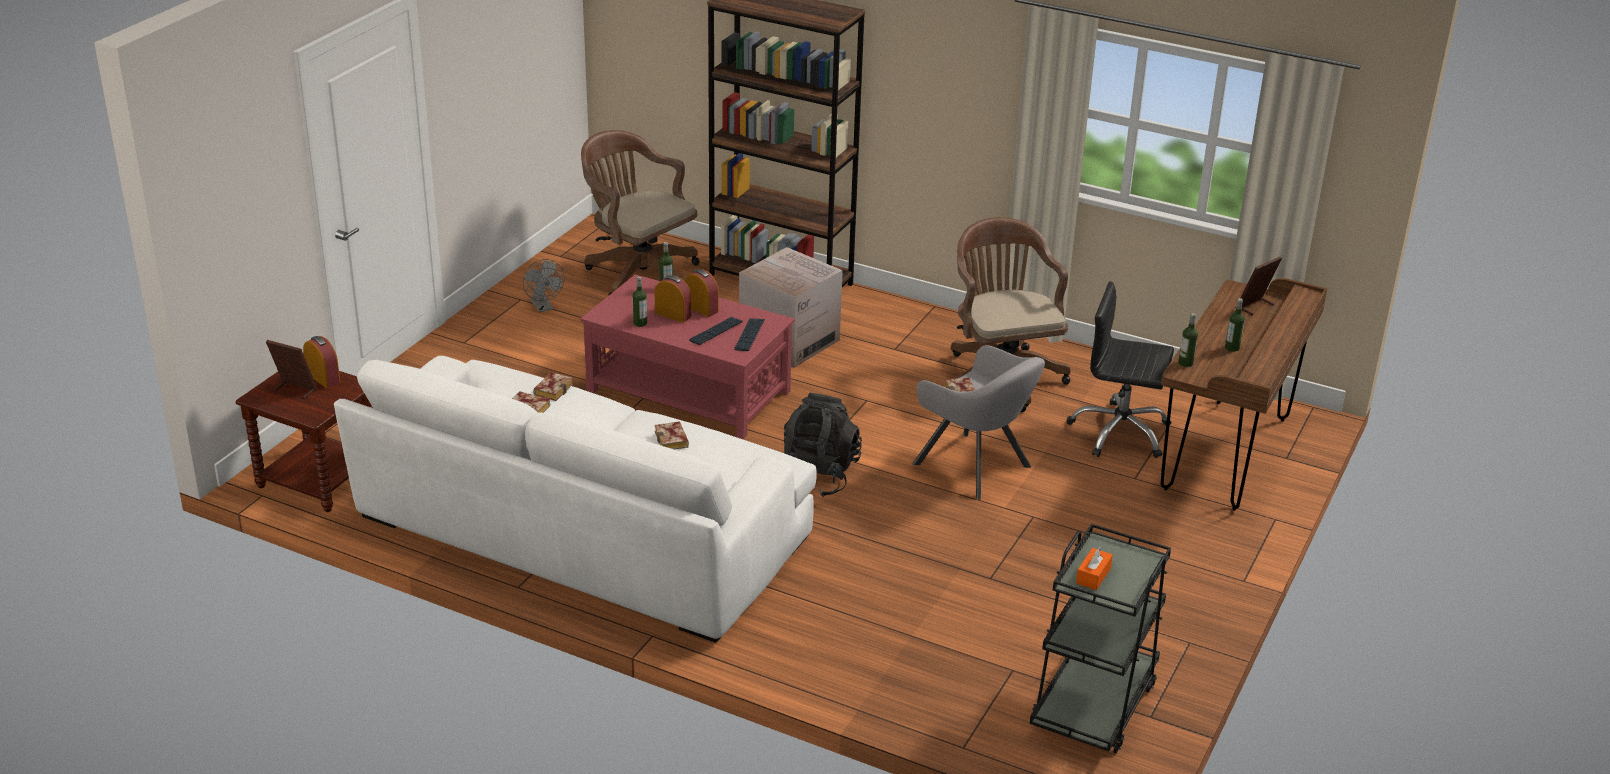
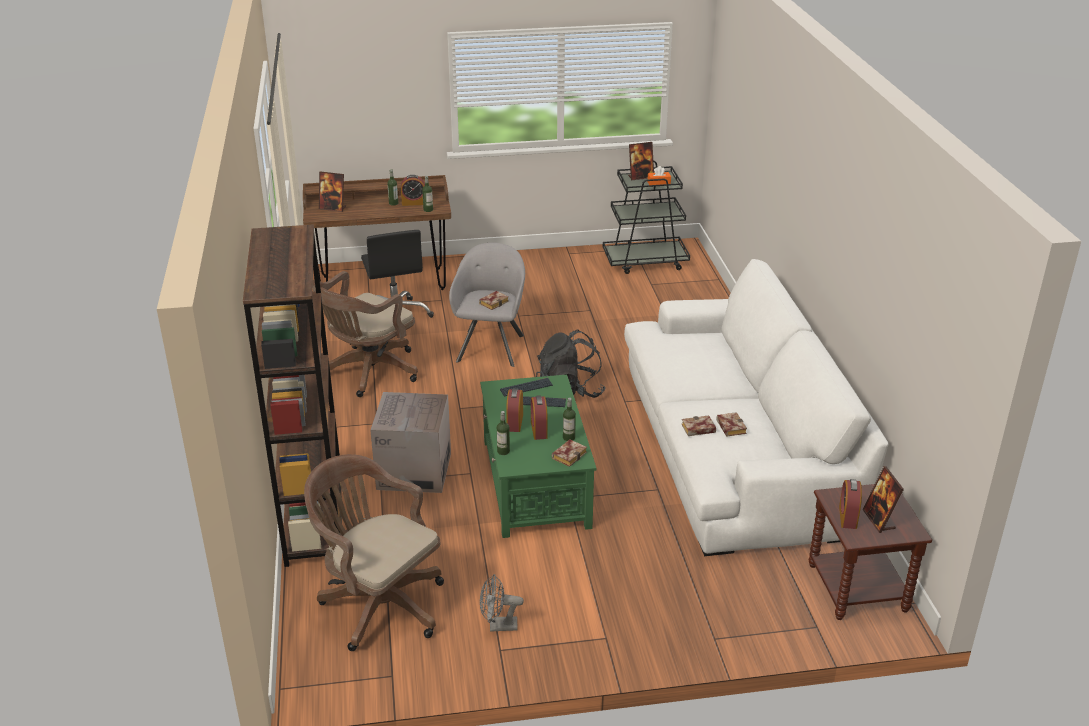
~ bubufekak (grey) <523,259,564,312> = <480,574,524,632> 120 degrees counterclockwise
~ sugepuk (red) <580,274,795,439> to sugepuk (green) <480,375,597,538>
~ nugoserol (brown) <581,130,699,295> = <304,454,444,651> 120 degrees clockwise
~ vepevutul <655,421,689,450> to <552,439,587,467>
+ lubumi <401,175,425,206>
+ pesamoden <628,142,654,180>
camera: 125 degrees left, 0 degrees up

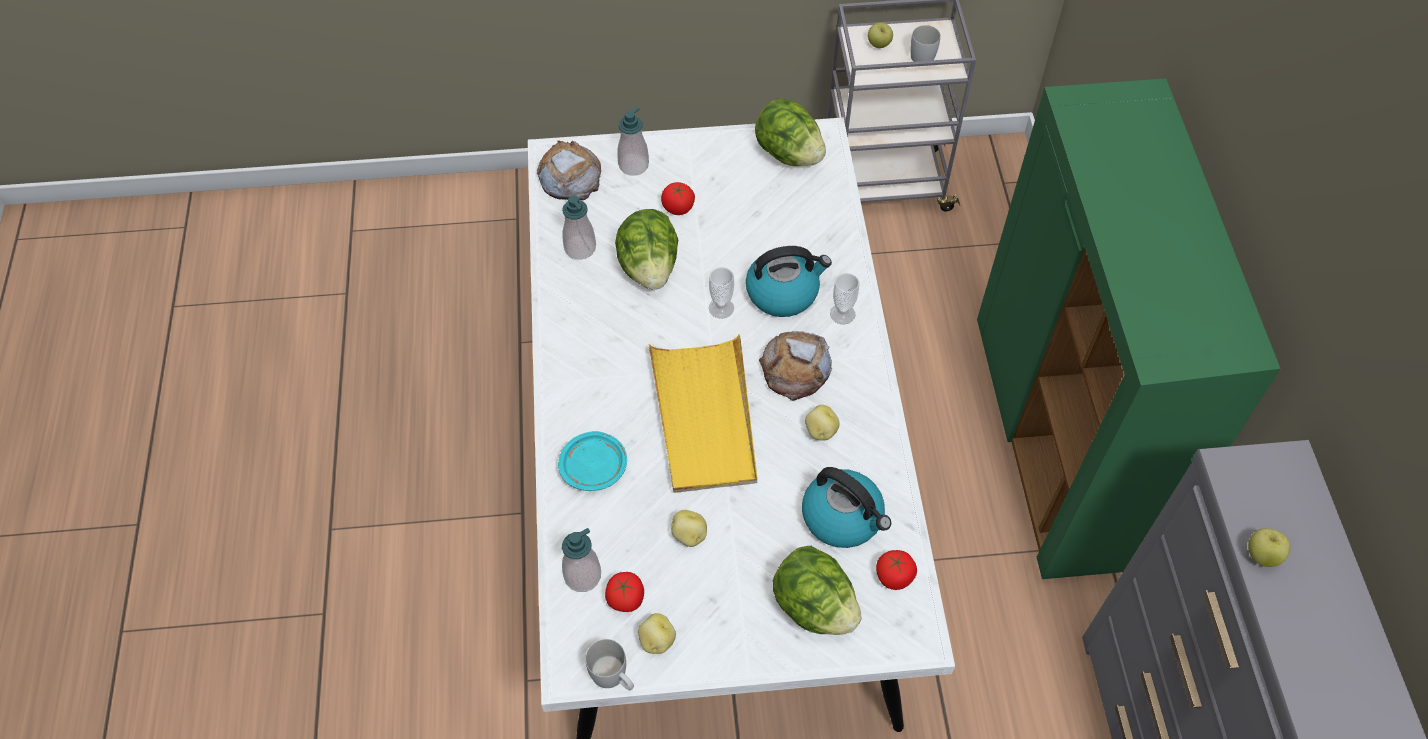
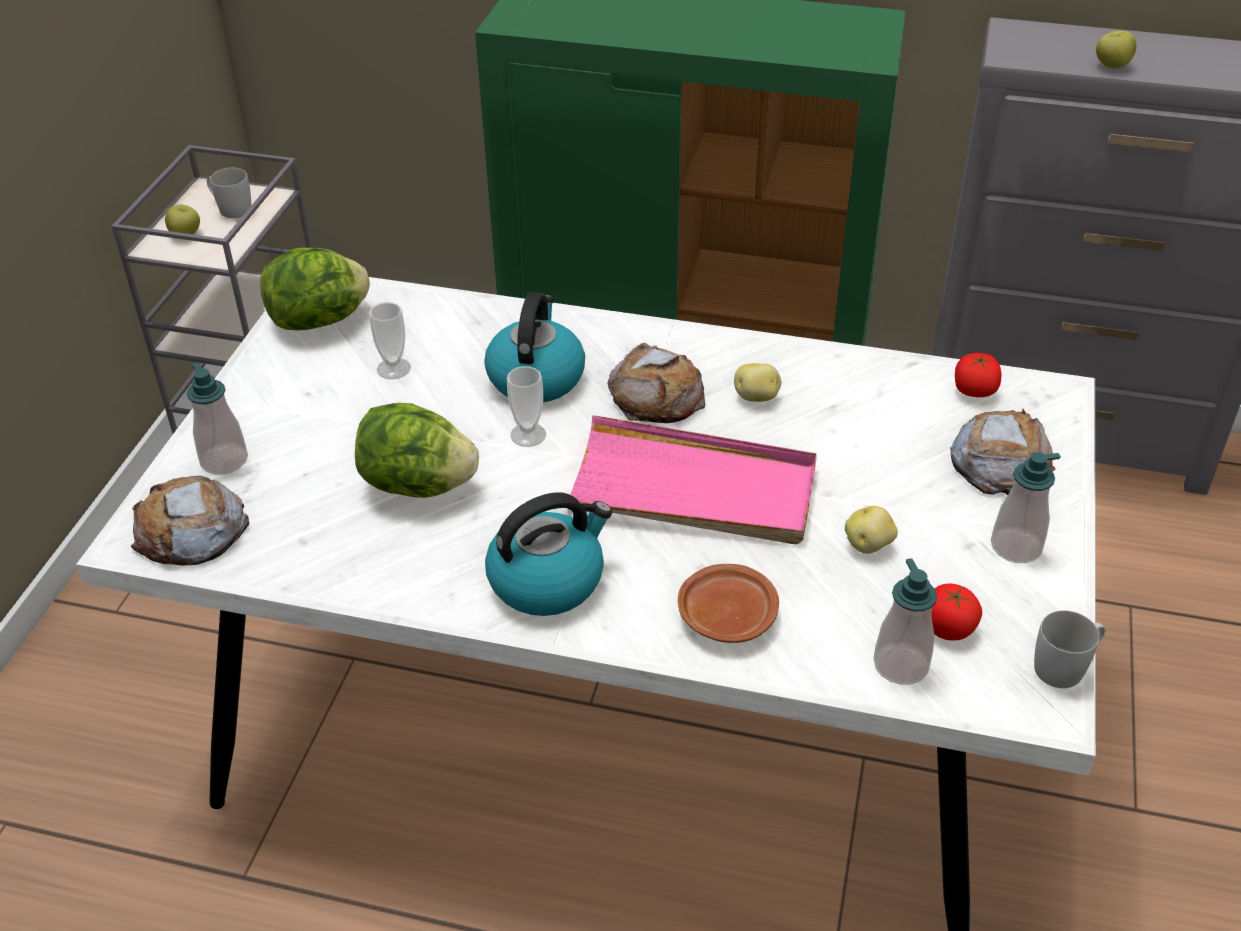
~ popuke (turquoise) <558,431,627,491> to popuke (brown) <678,564,779,643>
~ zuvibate <562,195,596,260> to <991,452,1061,563>
- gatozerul <638,613,676,654>
~ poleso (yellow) <648,334,757,493> to poleso (pink) <570,415,817,544>
- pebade <661,182,695,215>
~ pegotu <773,546,862,635> to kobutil <950,409,1055,495>
~ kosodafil <802,467,891,548> to <485,492,612,616>
~ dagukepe <830,273,859,325> to <369,302,411,379>
camera: 70 degrees left, 15 degrees down

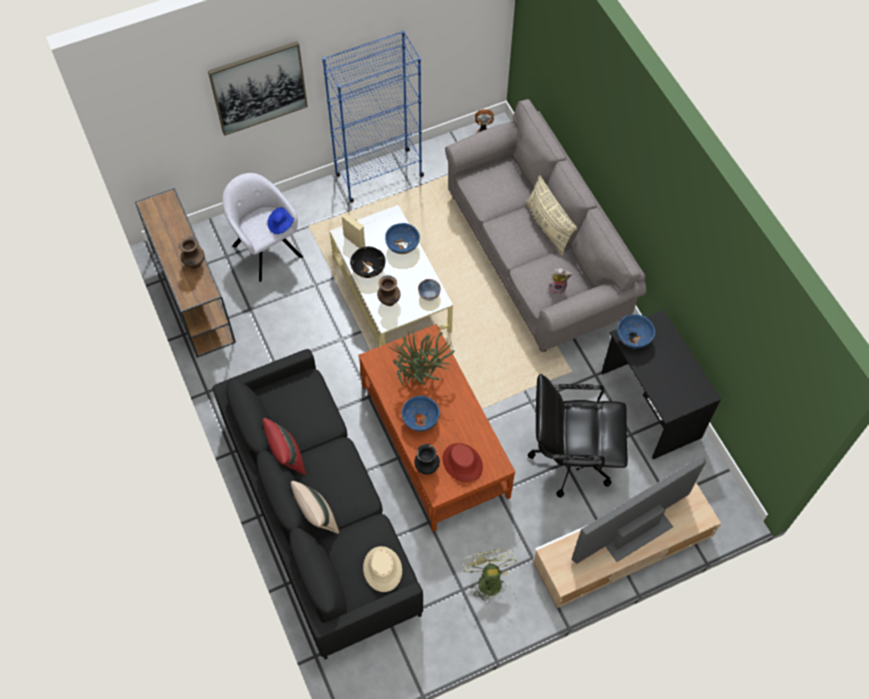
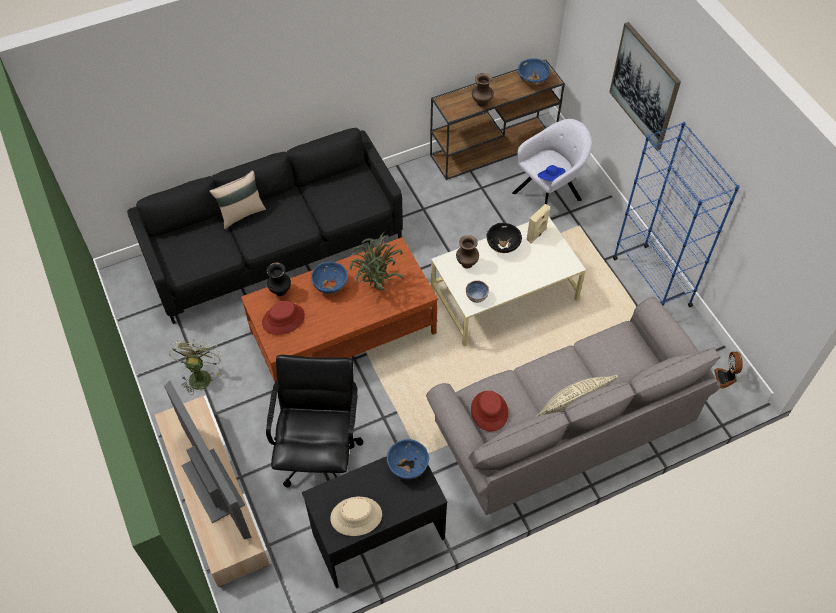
- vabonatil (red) <263,418,306,475>
~ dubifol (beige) <363,546,402,592> to <330,497,382,536>
~ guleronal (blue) <385,223,420,254> to <518,58,550,85>
~ bubufekak (green) <463,549,516,604> = <169,339,221,395> 75 degrees counterclockwise
~ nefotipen <548,268,572,295> to dubifol (red) <471,391,508,432>
camera: 90 degrees right, 5 degrees down

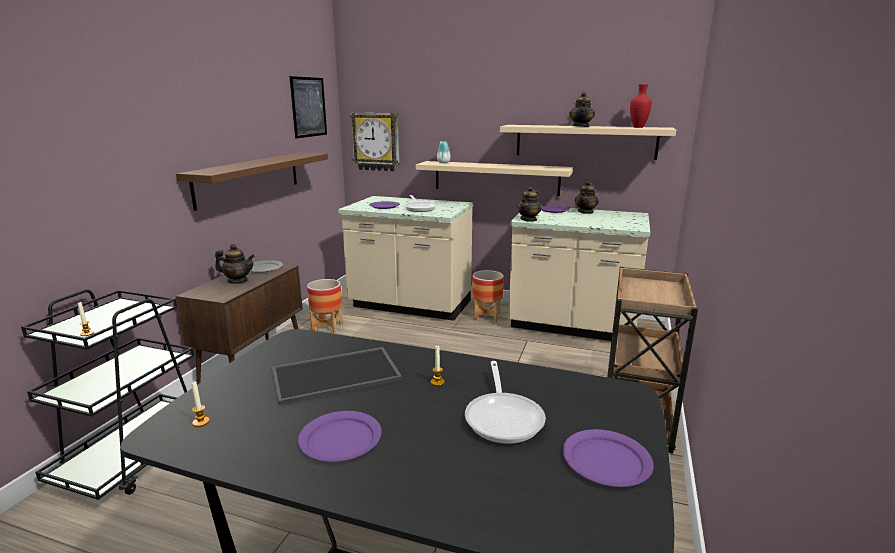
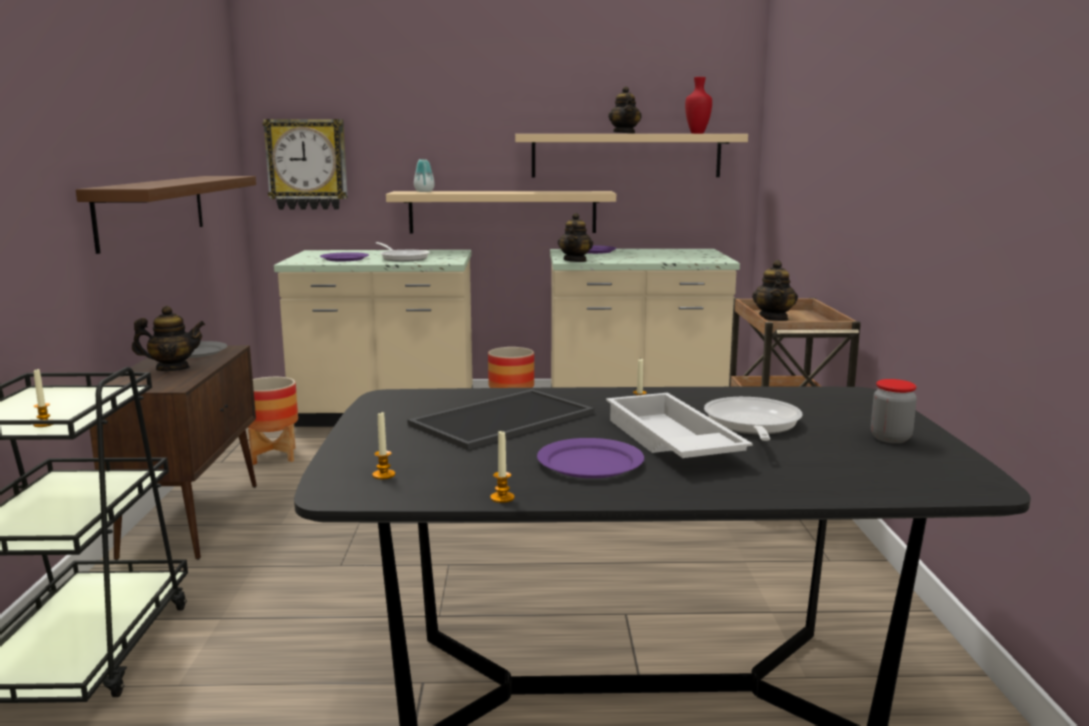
- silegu <289,76,327,138>
~ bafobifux <465,361,546,444> = <704,397,803,441> 150 degrees counterclockwise
~ popuke (purple) <563,429,654,487> to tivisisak <871,379,917,443>
~ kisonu <575,181,599,214> to <752,260,798,321>
+ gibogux <490,431,515,503>
+ poleso (white) <606,393,753,458>
camera: 20 degrees left, 5 degrees down

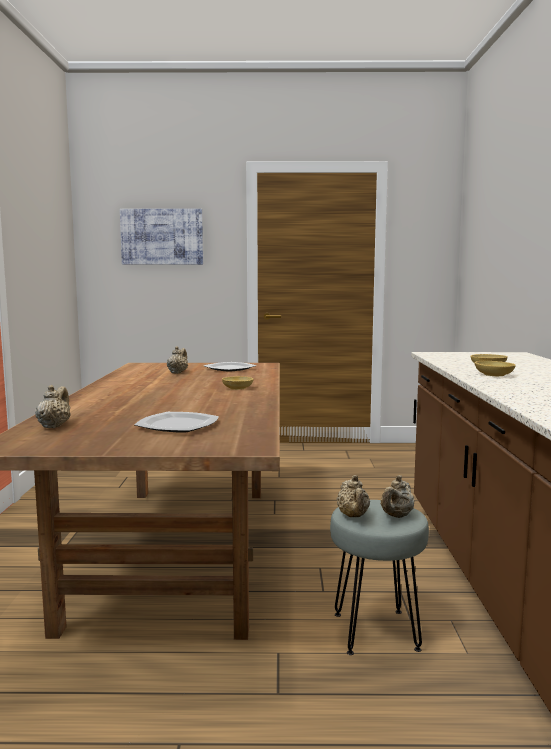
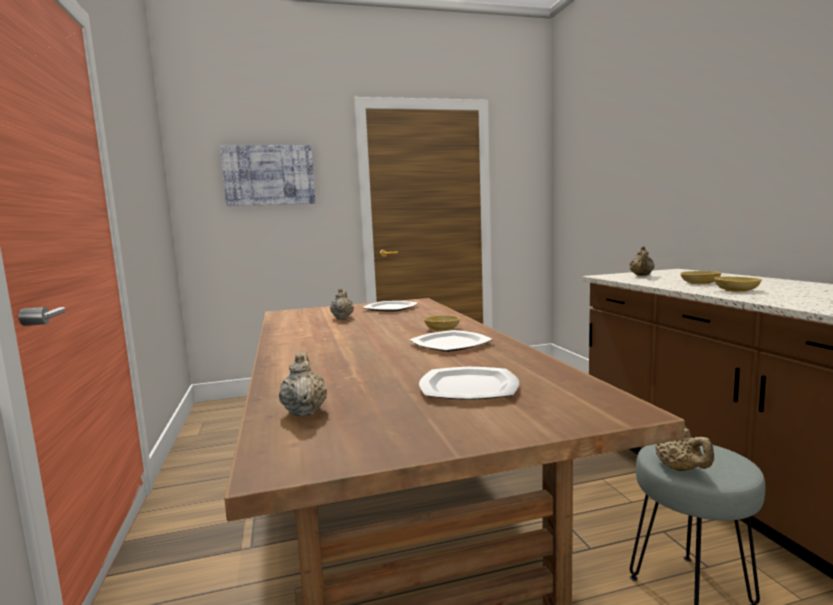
~ kisonu (beige) <380,475,414,518> to <629,246,655,276>
+ popuke <410,330,493,352>
camera: 15 degrees left, 0 degrees up

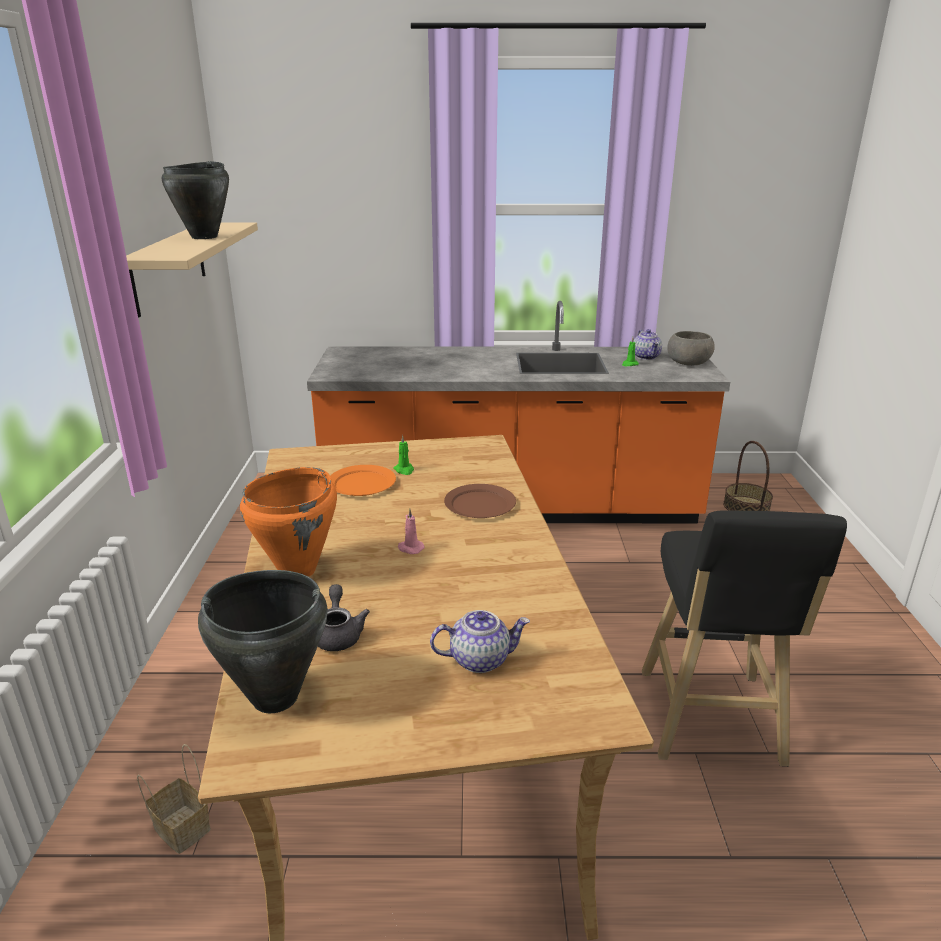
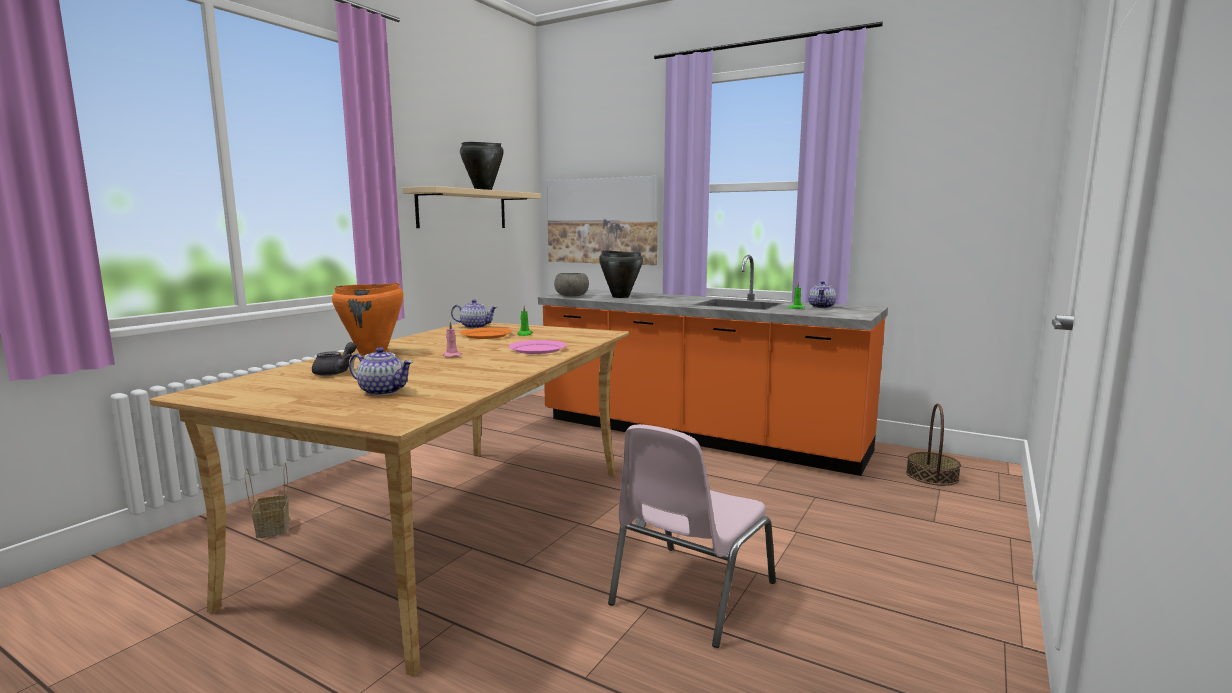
~ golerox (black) <198,570,328,713> to <599,250,643,298>
~ popuke (brown) <444,484,516,518> to popuke (pink) <508,340,567,354>
~ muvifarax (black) <642,510,847,767> to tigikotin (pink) <608,424,776,648>
~ guleronal (grey) <667,331,715,366> to <554,273,589,297>
+ kisonu <451,299,497,329>
+ silegu <547,176,658,265>
camera: 30 degrees right, 15 degrees down

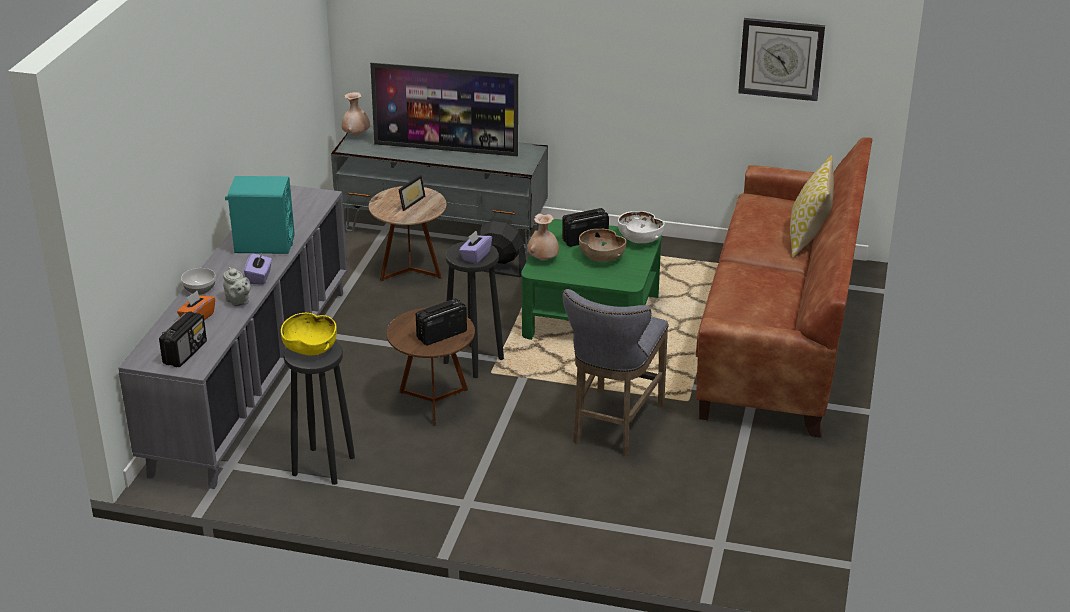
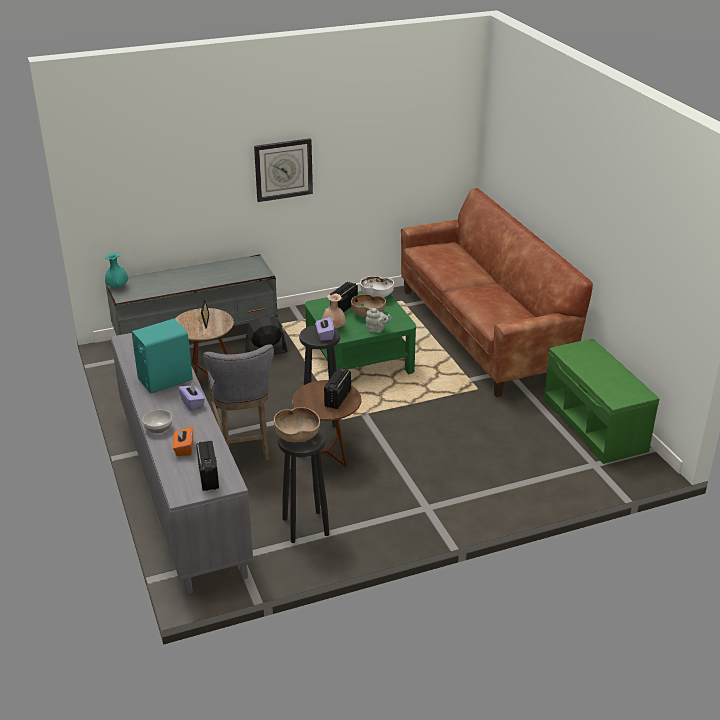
~ kisonu (grey) <223,267,251,306> to <366,308,392,333>
~ guleronal (yellow) <281,313,337,355> to guleronal (brown) <274,407,320,442>
~ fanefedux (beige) <342,92,370,137> to fanefedux (turquoise) <105,253,128,288>
- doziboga <370,63,518,157>
~ muvifarax (grey) <562,289,669,455> to <203,344,274,461>
~ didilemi <738,18,825,101> to <254,138,313,202>
- vabonatil <790,155,834,258>
+ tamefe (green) <544,339,659,464>
camera: 35 degrees left, 0 degrees up

